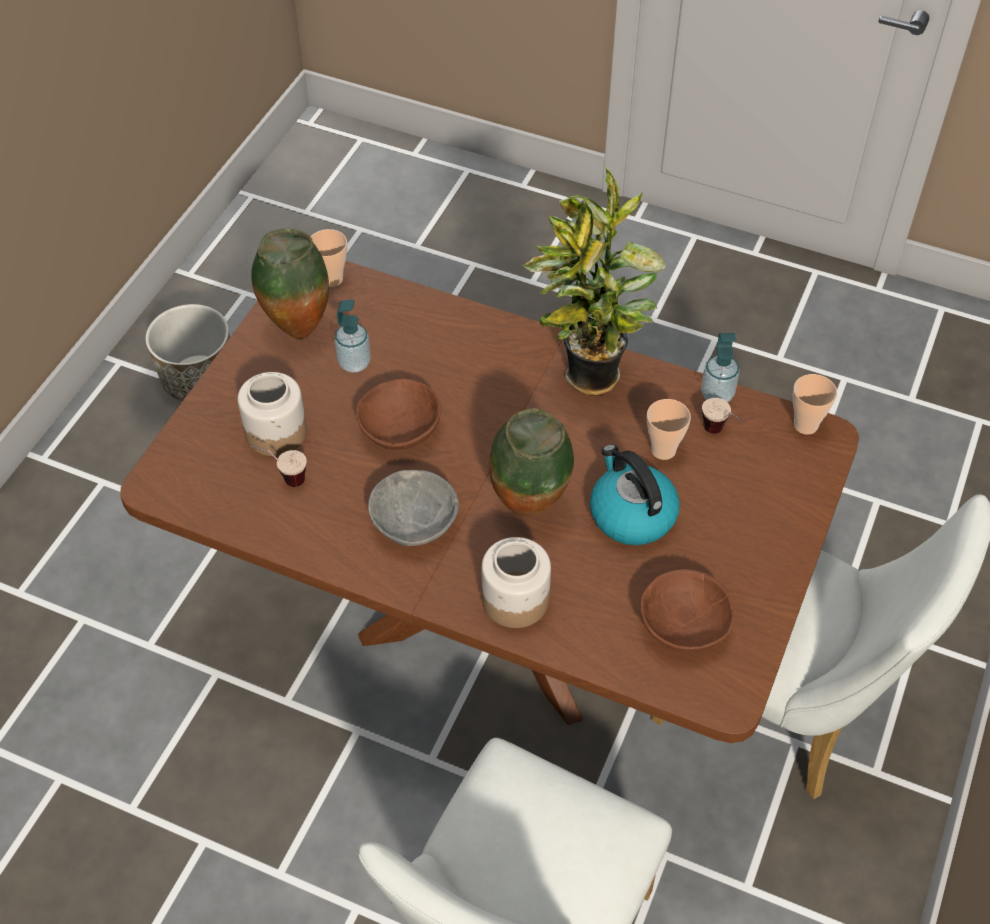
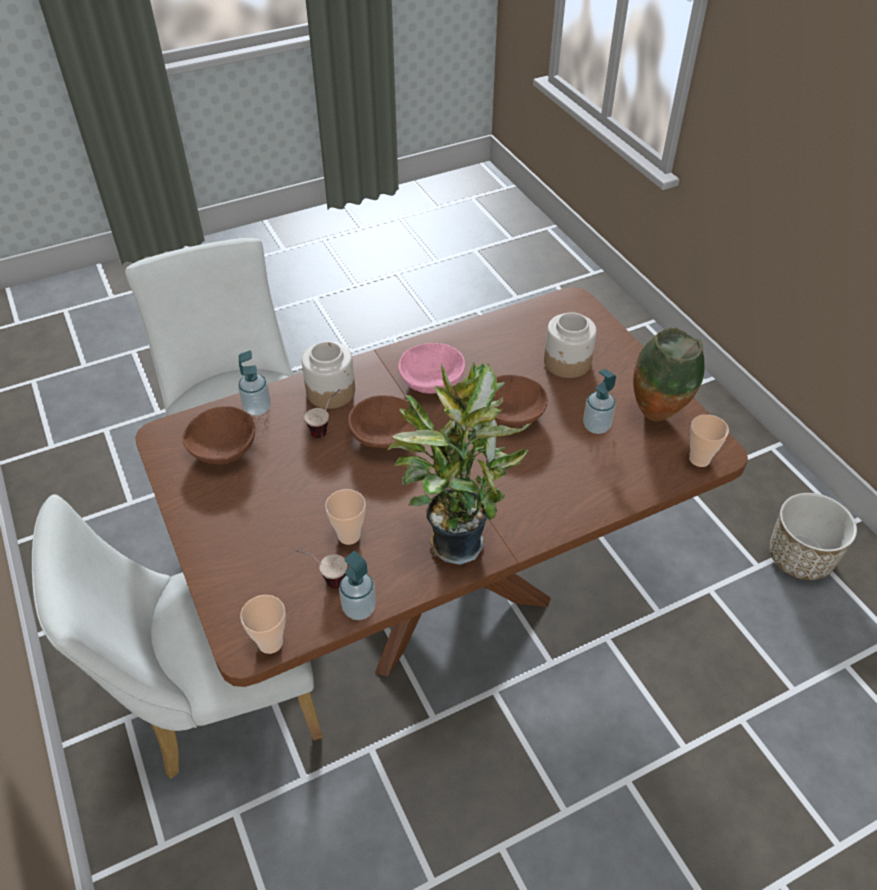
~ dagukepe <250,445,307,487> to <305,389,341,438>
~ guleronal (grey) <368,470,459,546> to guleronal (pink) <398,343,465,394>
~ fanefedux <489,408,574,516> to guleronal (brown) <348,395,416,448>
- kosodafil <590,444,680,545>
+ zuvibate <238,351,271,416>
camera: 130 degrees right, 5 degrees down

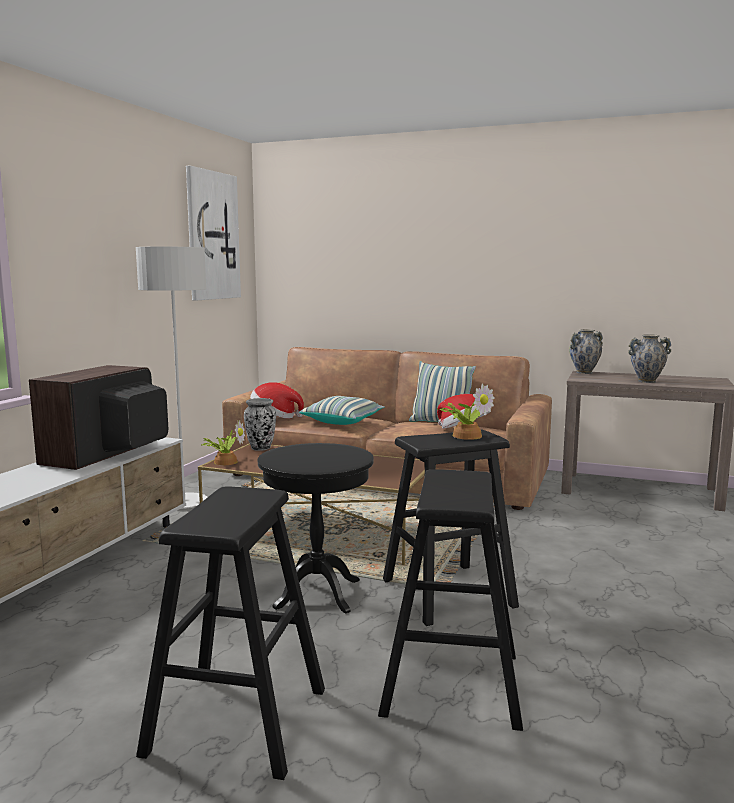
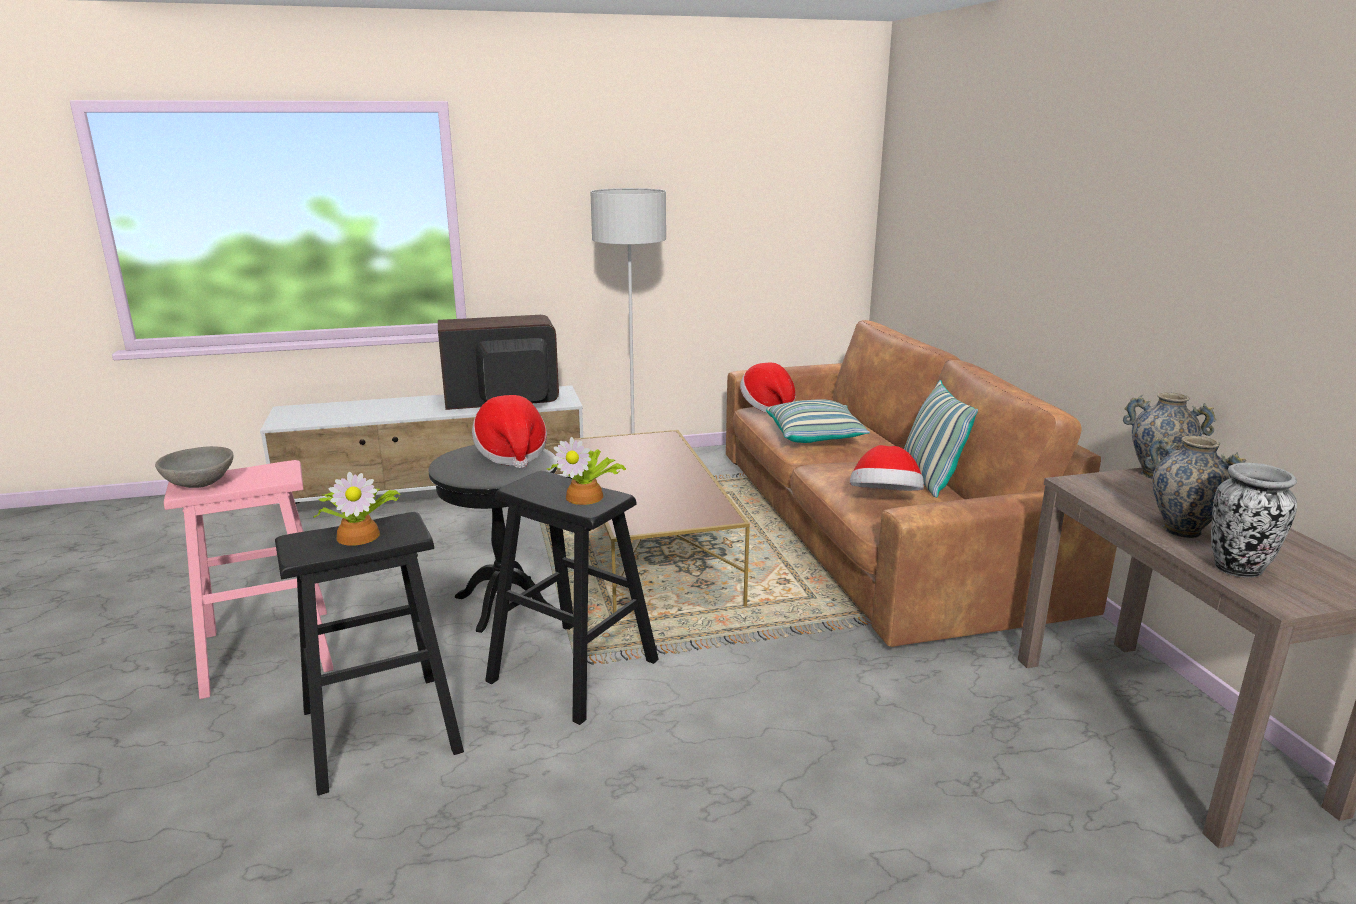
~ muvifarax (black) <136,486,325,780> to muvifarax (pink) <164,460,333,699>
- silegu <186,166,241,301>
~ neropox <202,421,245,465> to <313,472,401,546>
~ fanefedux <244,398,276,451> to <1211,463,1297,578>
+ guleronal (grey) <155,446,233,488>
+ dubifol <472,395,547,469>
camera: 55 degrees right, 10 degrees up

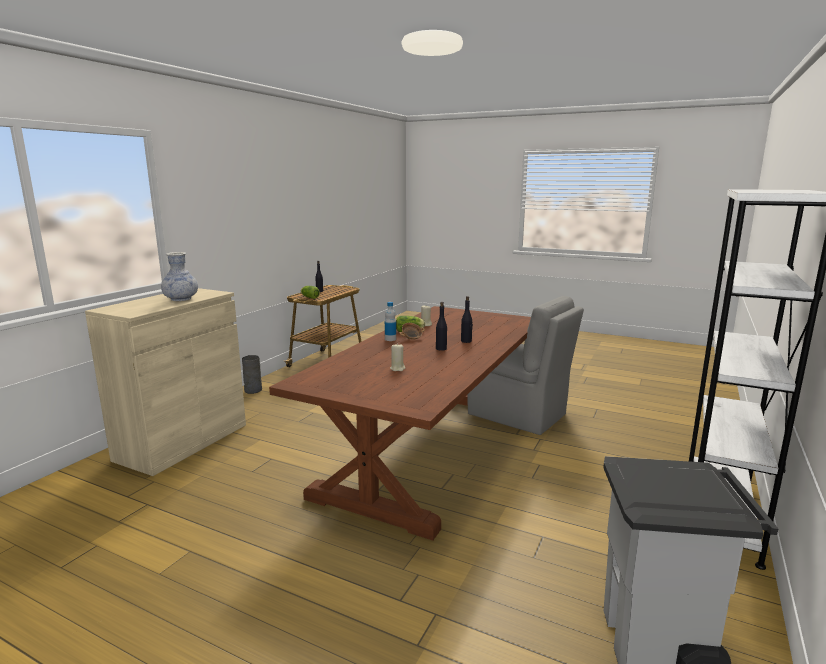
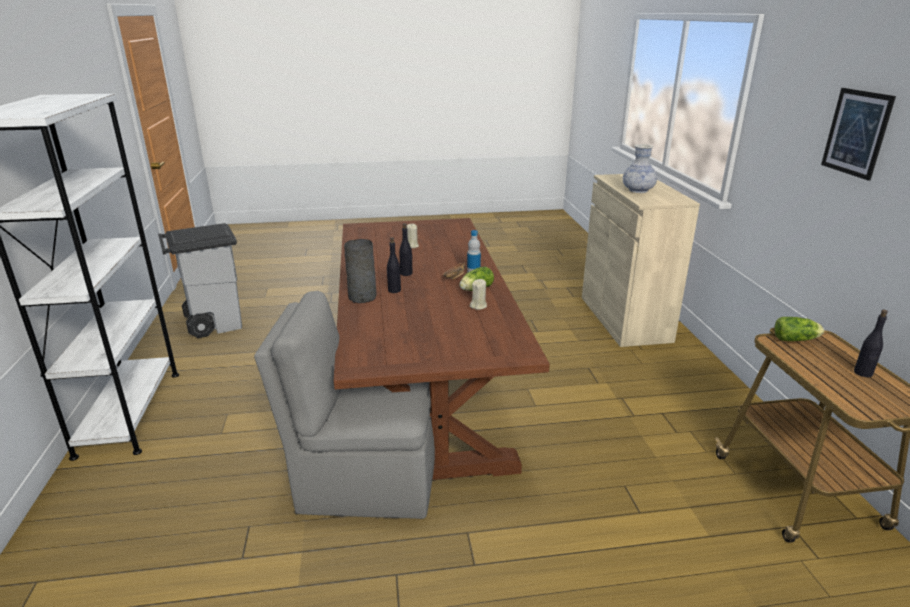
~ fanefedux (grey) <242,355,262,394> to <344,239,377,303>
+ silegu <821,88,896,181>
camera: 145 degrees right, 10 degrees up

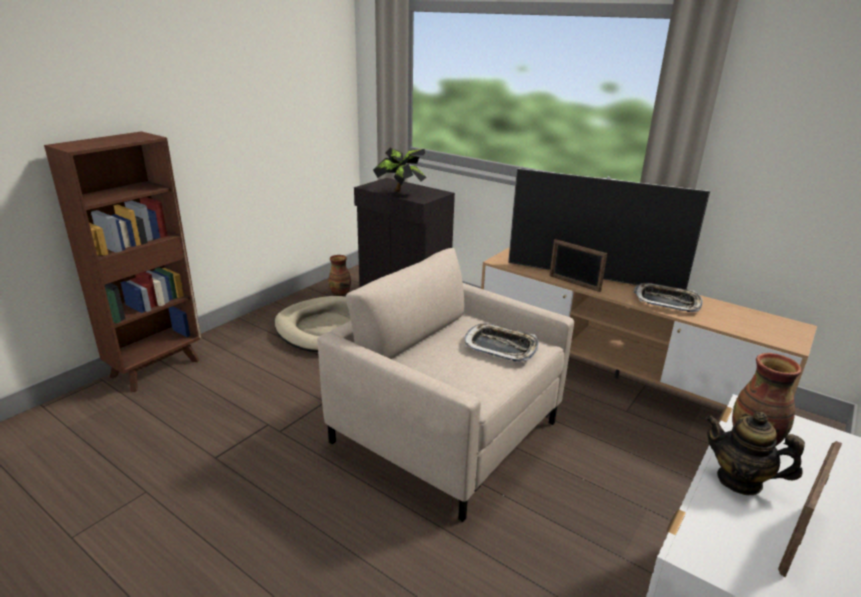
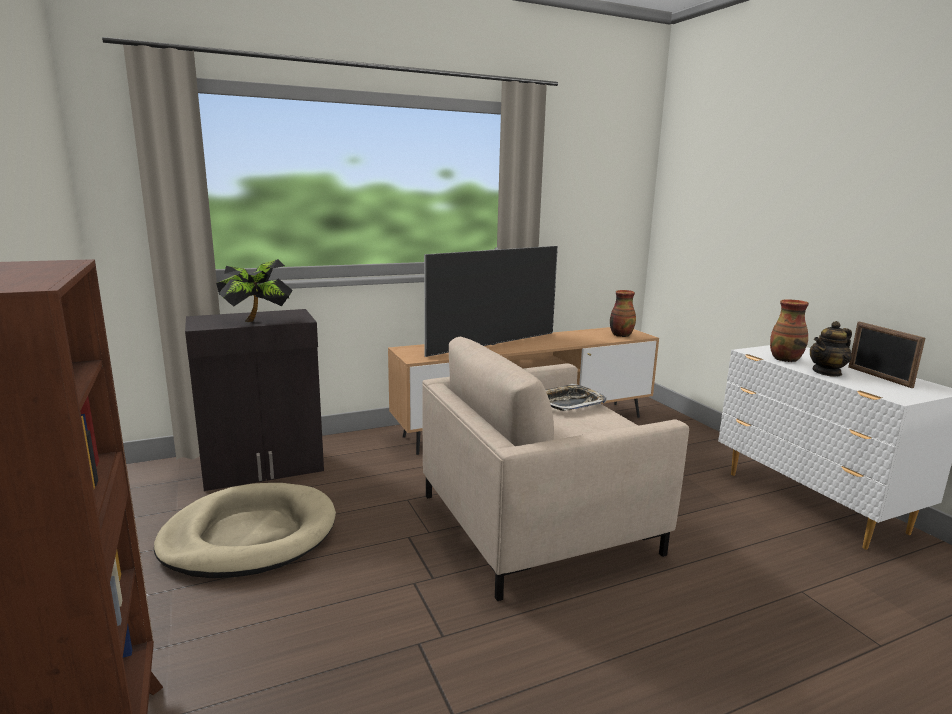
~ fanefedux <329,255,351,296> to <610,290,636,337>
- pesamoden <550,239,607,292>
- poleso <633,283,703,312>
camera: 60 degrees left, 10 degrees down

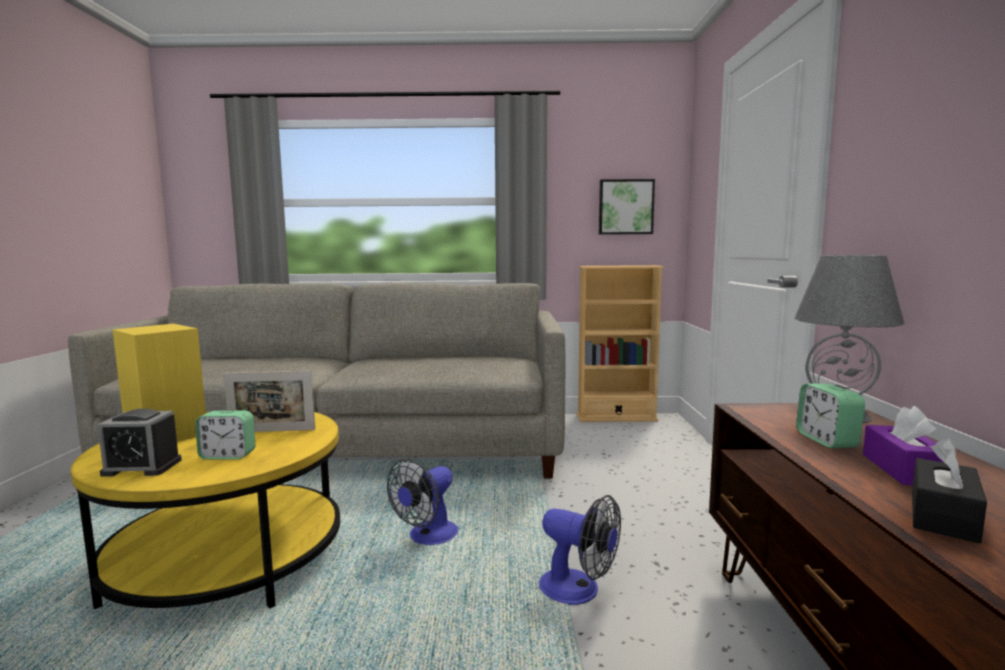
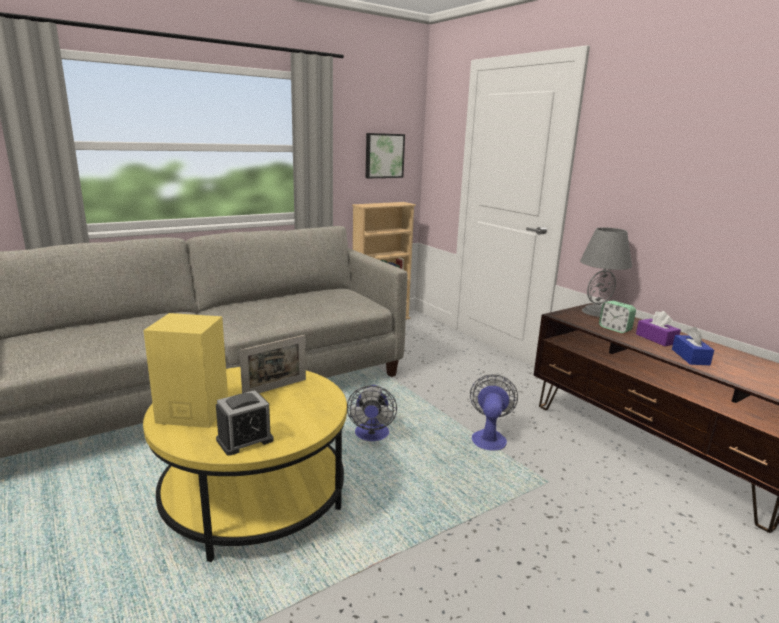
- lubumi <195,410,255,460>
~ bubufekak <539,495,621,605> = <470,374,518,450> 75 degrees counterclockwise
~ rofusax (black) <912,438,987,543> to rofusax (blue) <672,327,714,365>
camera: 35 degrees left, 10 degrees up

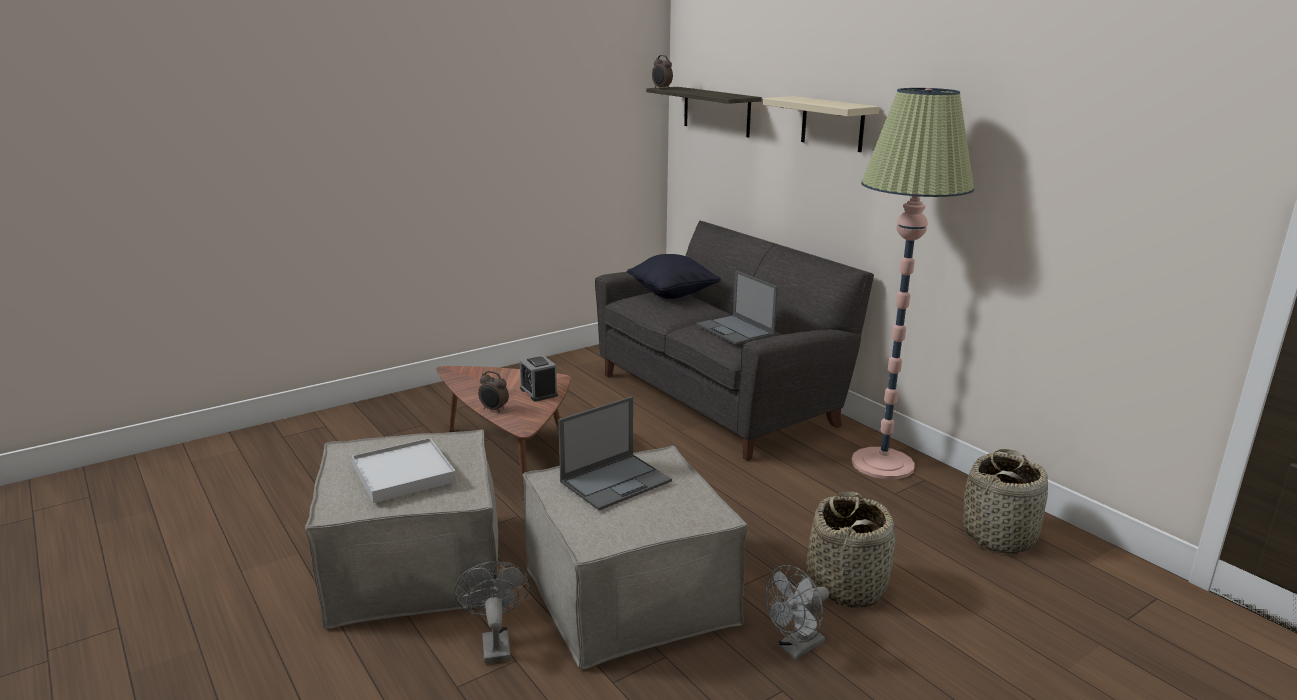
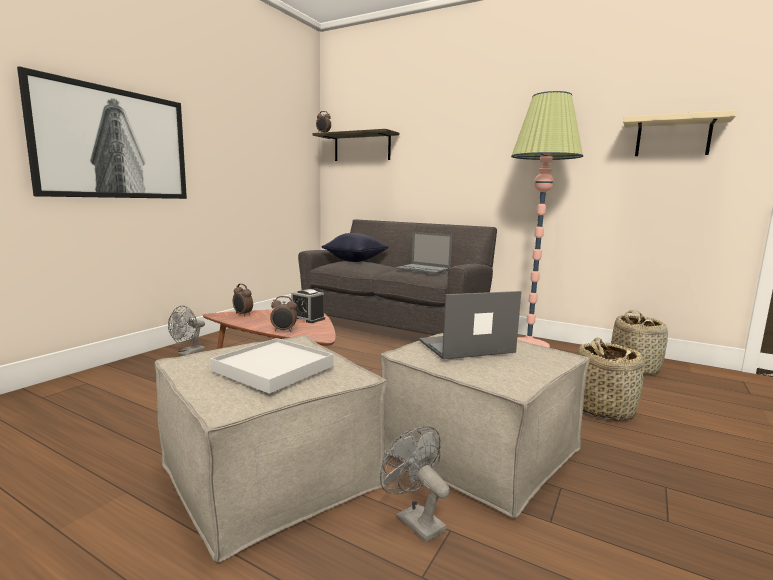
~ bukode <558,396,672,510> = <419,291,521,359> 135 degrees counterclockwise
~ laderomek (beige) <763,96,880,152> to <623,110,737,156>
~ bubufekak (grey) <765,565,829,660> to <168,306,205,355>
+ silegu <17,66,187,199>
+ lubumi <233,284,253,317>
camera: 25 degrees left, 10 degrees down

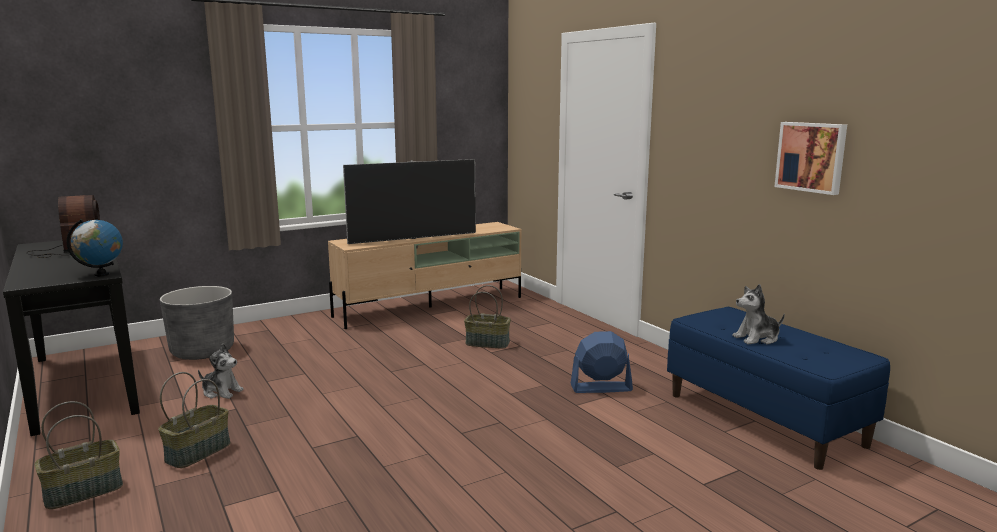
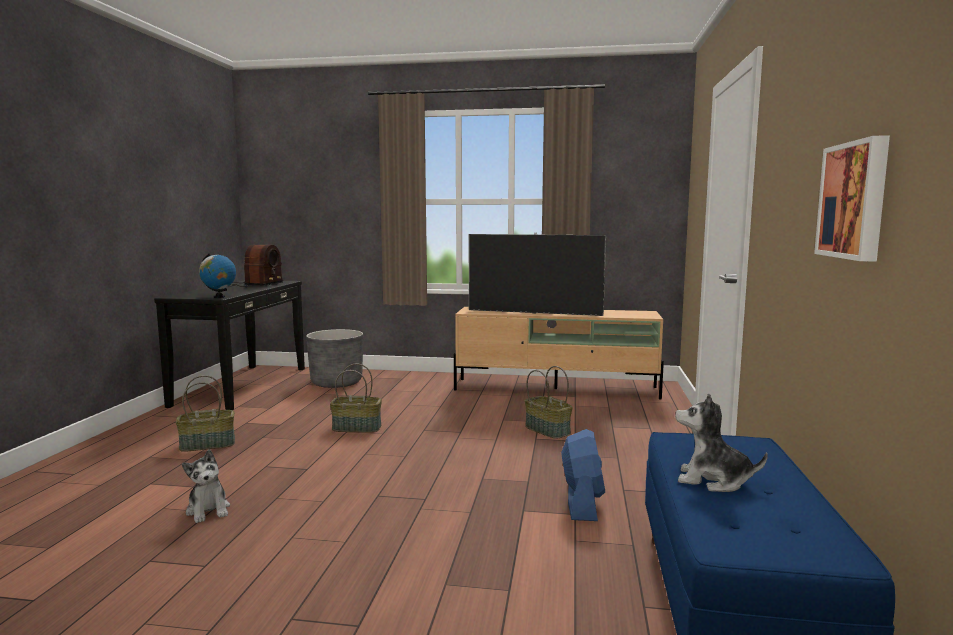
~ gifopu <34,401,123,509> to <330,363,382,432>
~ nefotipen <198,344,244,399> to <182,450,230,523>
~ bubufekak (blue) <571,331,633,393> = <561,429,605,521> 60 degrees clockwise
camera: 40 degrees right, 5 degrees down

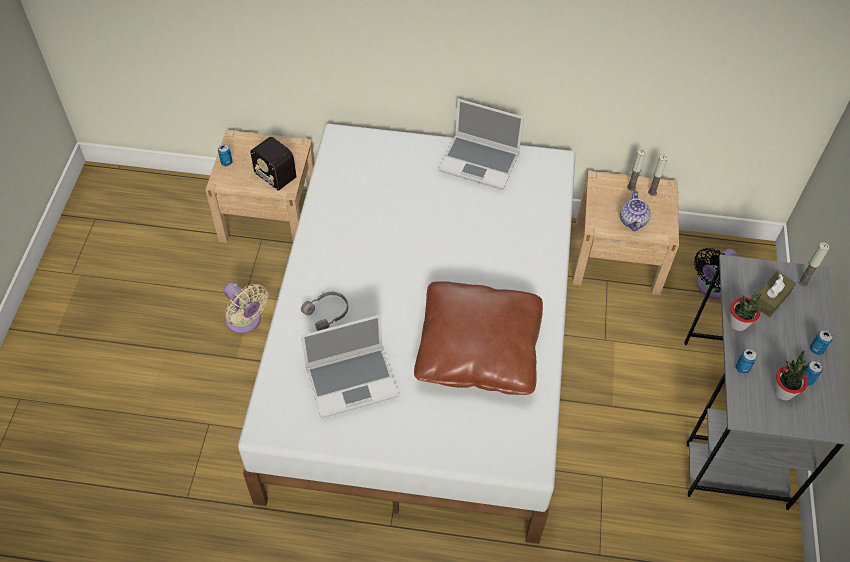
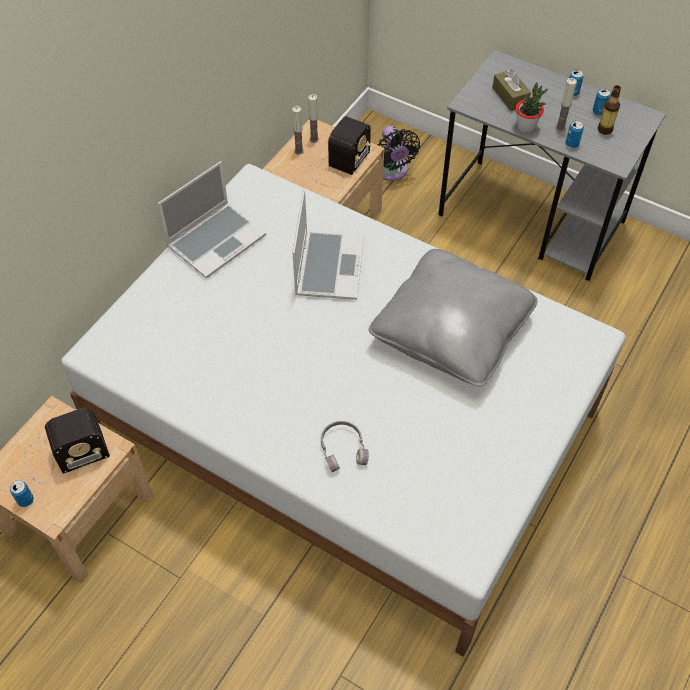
- bubufekak (beige) <223,282,269,334>
~ bukode <301,315,399,419> to <292,190,364,300>
~ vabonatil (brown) <414,281,543,395> to vabonatil (grey) <369,249,538,386>
~ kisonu <620,190,651,231> to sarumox <306,116,371,188>
~ neropox <774,350,809,400> to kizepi <598,85,621,135>
~ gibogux <798,243,830,287> to <555,78,577,131>
camera: 65 degrees left, 0 degrees up

